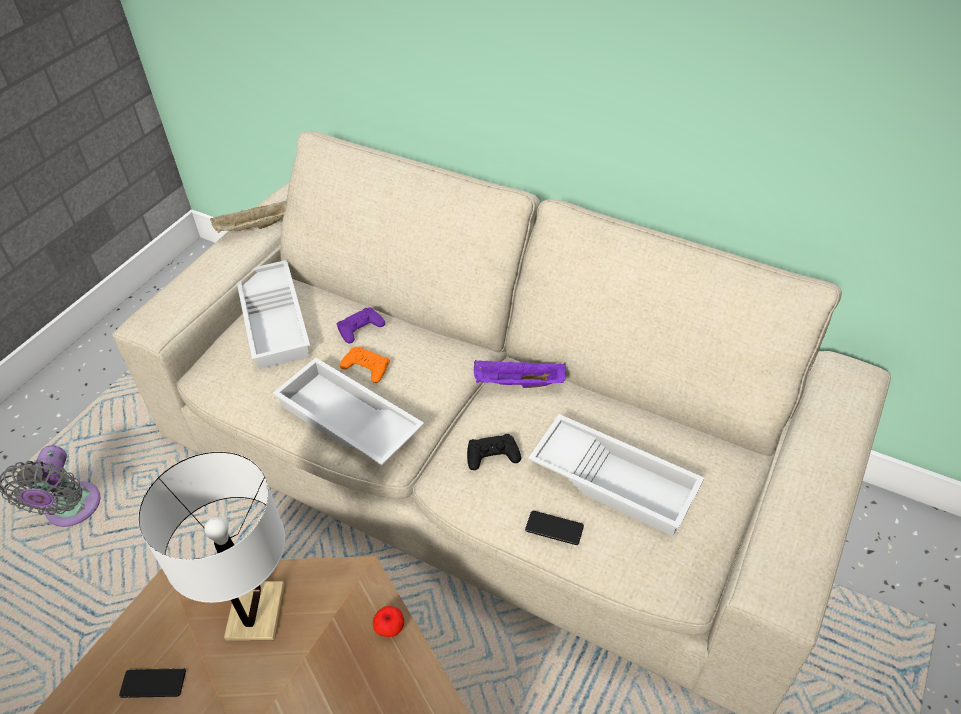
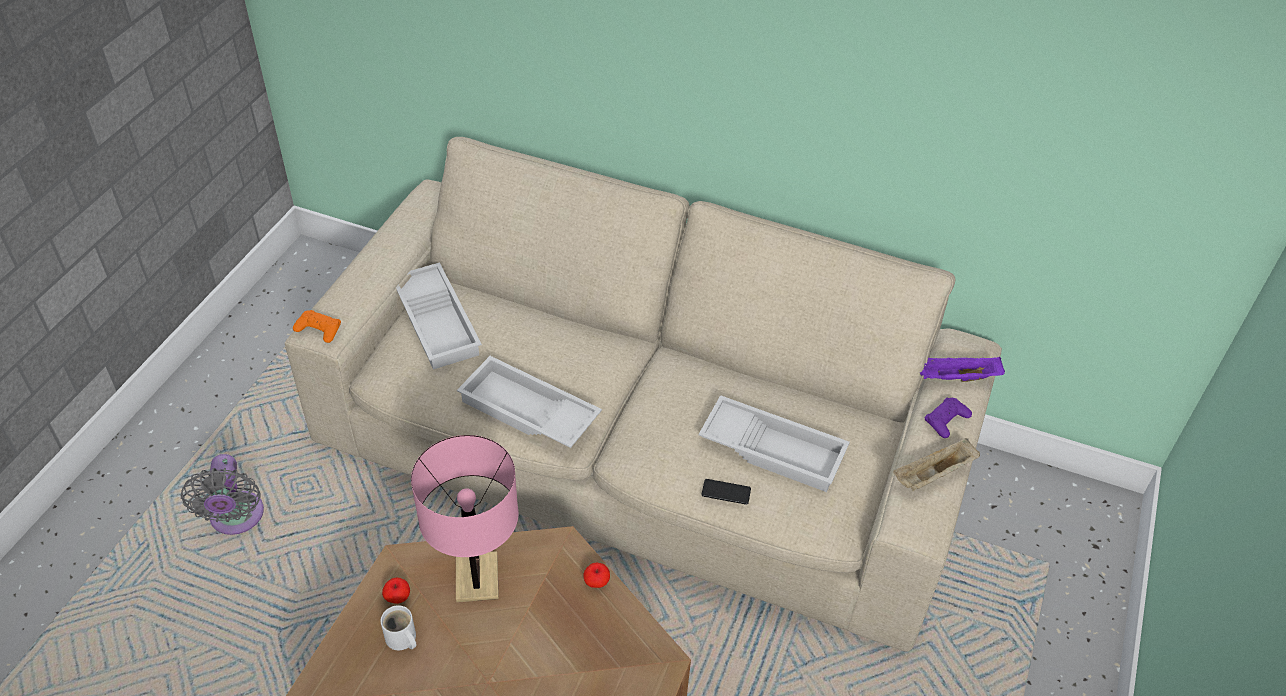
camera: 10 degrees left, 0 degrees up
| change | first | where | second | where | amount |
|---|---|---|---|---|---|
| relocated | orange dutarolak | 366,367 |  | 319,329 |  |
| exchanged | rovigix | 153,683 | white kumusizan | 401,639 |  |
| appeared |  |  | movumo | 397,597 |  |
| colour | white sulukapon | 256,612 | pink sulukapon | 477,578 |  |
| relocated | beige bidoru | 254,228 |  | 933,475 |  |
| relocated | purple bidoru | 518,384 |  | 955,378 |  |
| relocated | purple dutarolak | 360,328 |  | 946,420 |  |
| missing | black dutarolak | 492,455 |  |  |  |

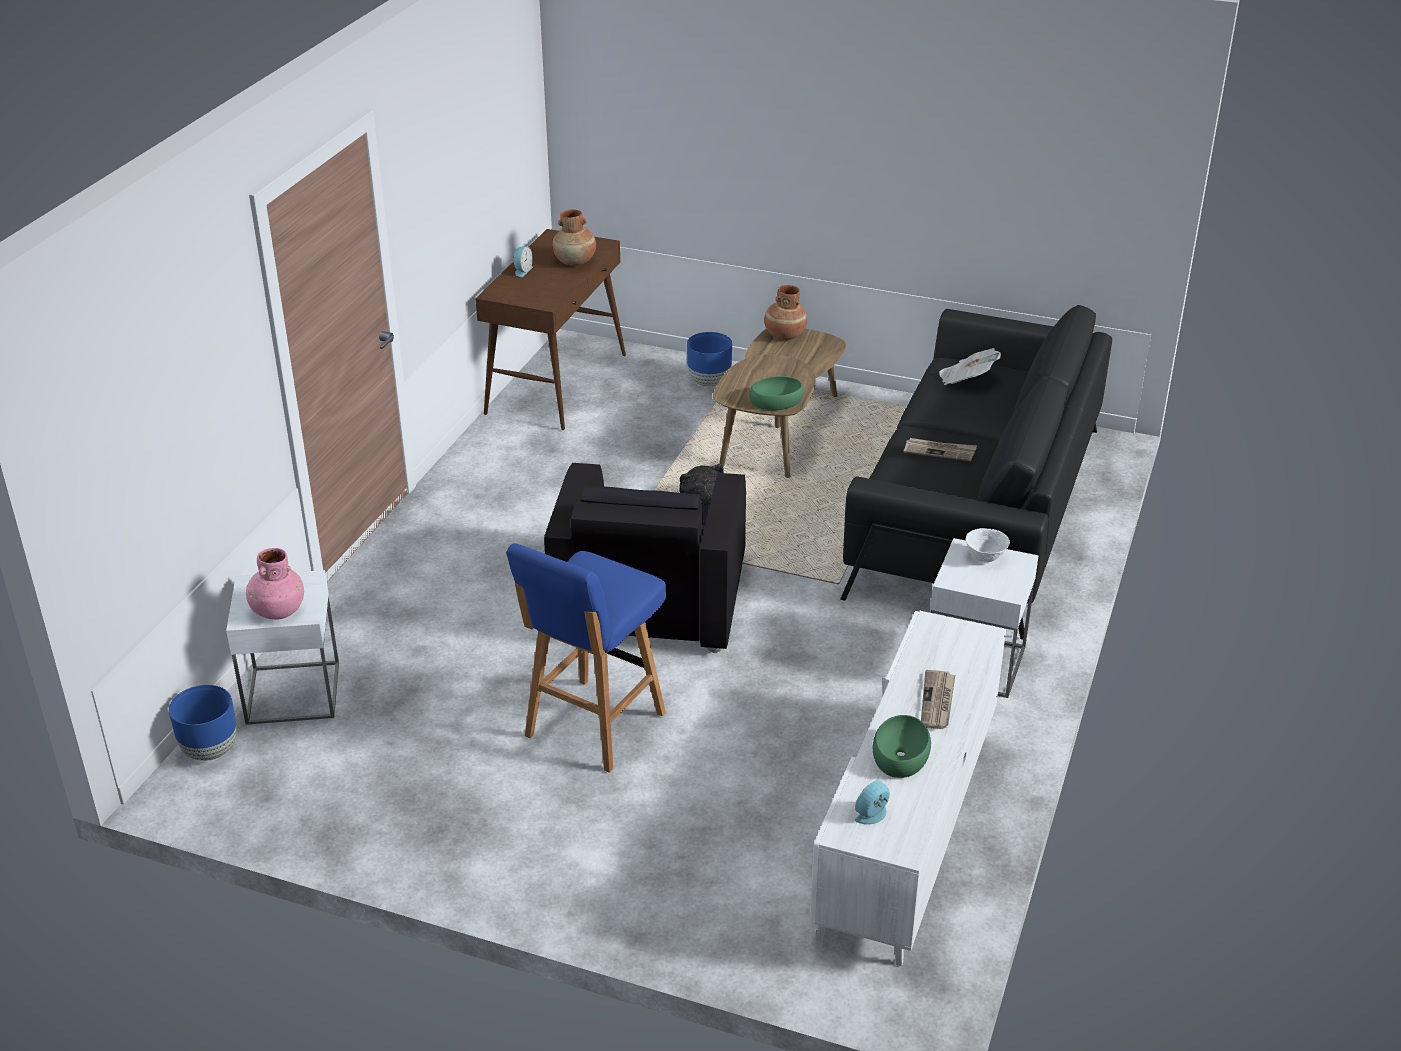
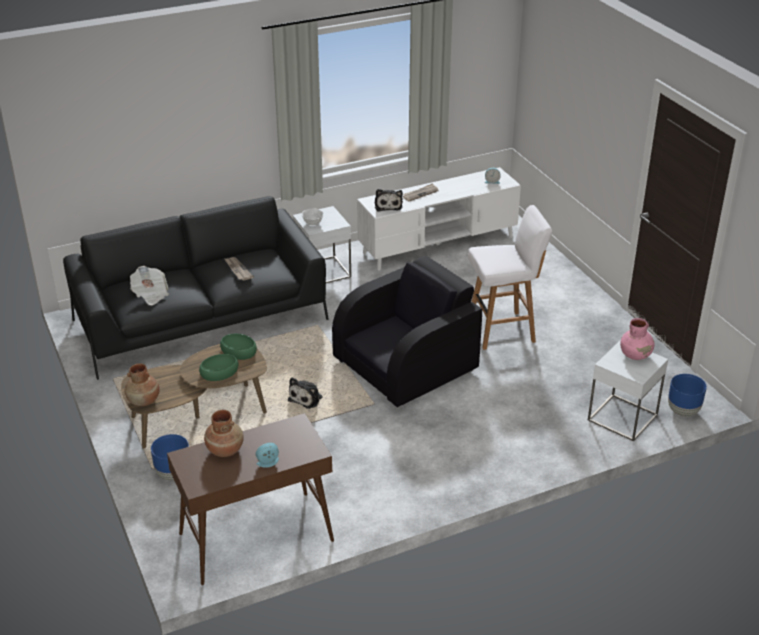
camera: 135 degrees left, 0 degrees up
| change | first | where | second | where | amount |
|---|---|---|---|---|---|
| relocated | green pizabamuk | 900,754 |  | 219,372 |  |
| appeared |  |  | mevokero | 388,205 |  |
| colour | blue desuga | 593,726 | white desuga | 503,330 |  |

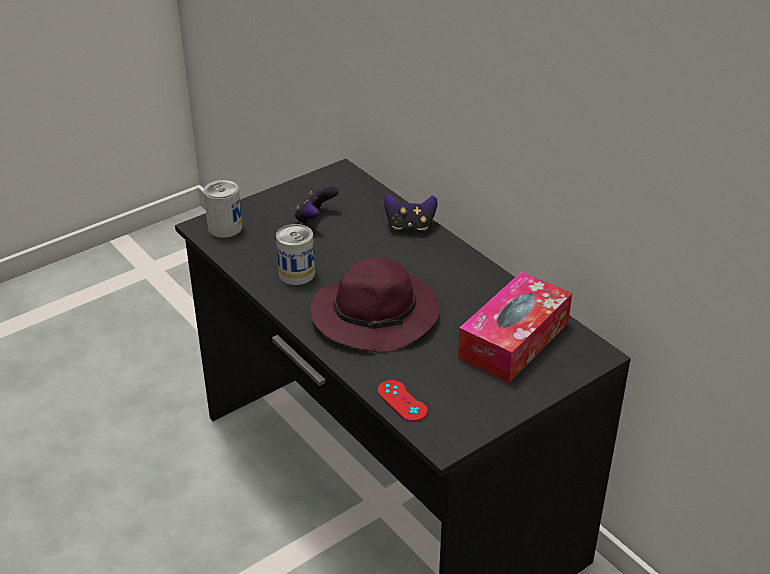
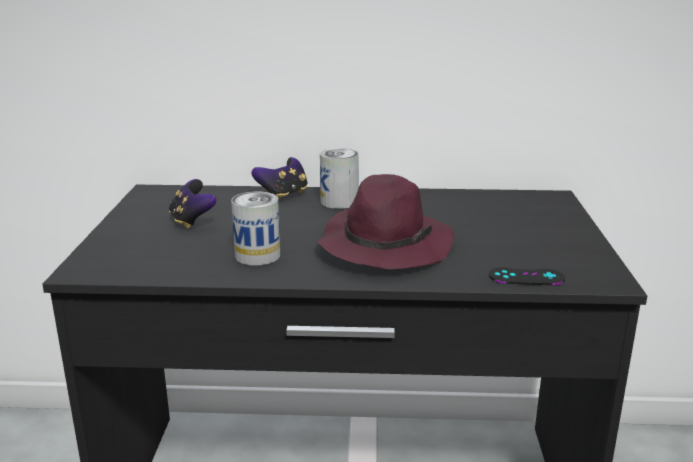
camera: 50 degrees left, 15 degrees down
| change | first | where | second | where | amount |
|---|---|---|---|---|---|
| relocated | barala | 225,227 |  | 339,202 |  |
| colour | red dutarolak | 402,401 | black dutarolak | 526,277 |  |
| missing | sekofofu | 514,340 |  |  |  |

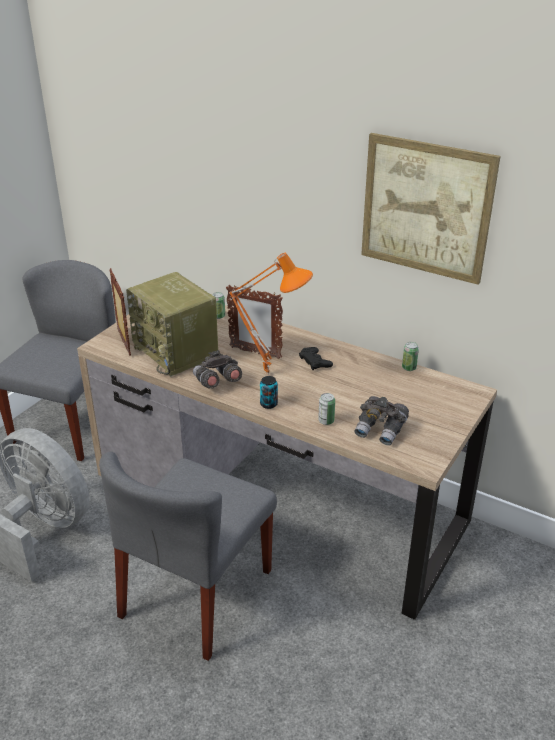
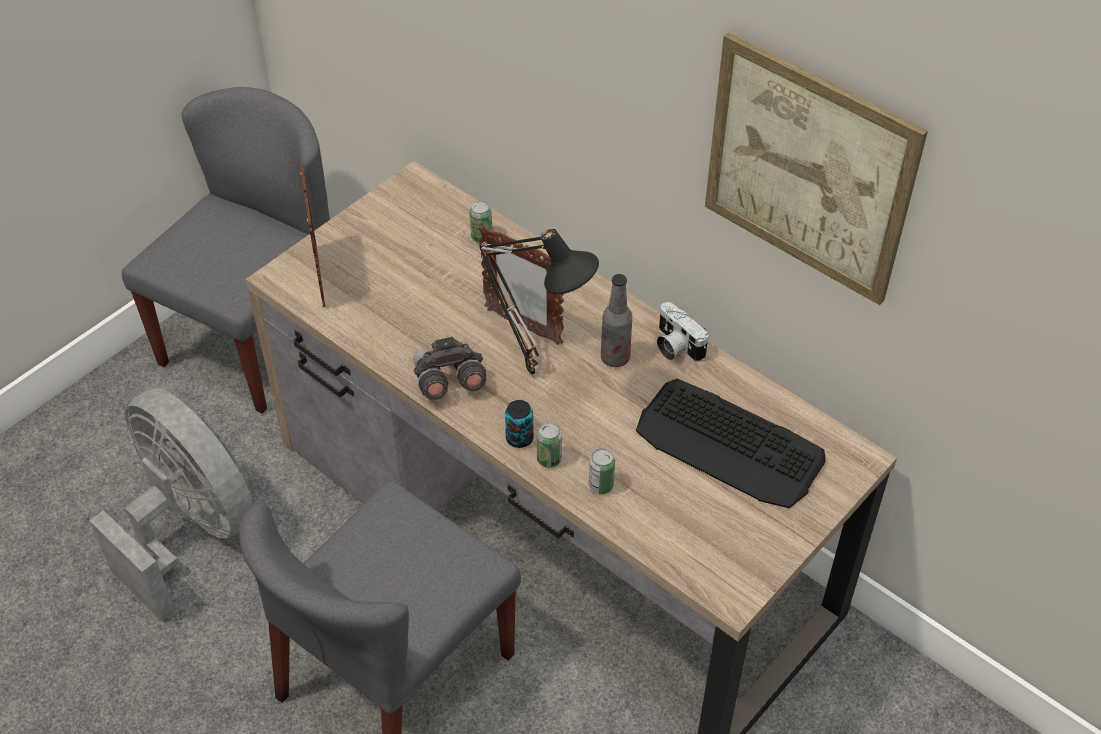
camera: 10 degrees right, 15 degrees up
| change | first | where | second | where | amount |
|---|---|---|---|---|---|
| colour | orange sulukapon | 269,373 | black sulukapon | 535,373 |  |
| relocated | barala | 409,368 |  | 549,459 |  |
| exchanged | black dutarolak | 315,361 | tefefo | 615,358 |  |
| appeared |  |  | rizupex | 729,445 |  |
| appeared |  |  | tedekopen | 675,346 |  |
| missing | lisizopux | 177,352 |  |  |  |
| missing | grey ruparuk | 381,430 |  |  |  |

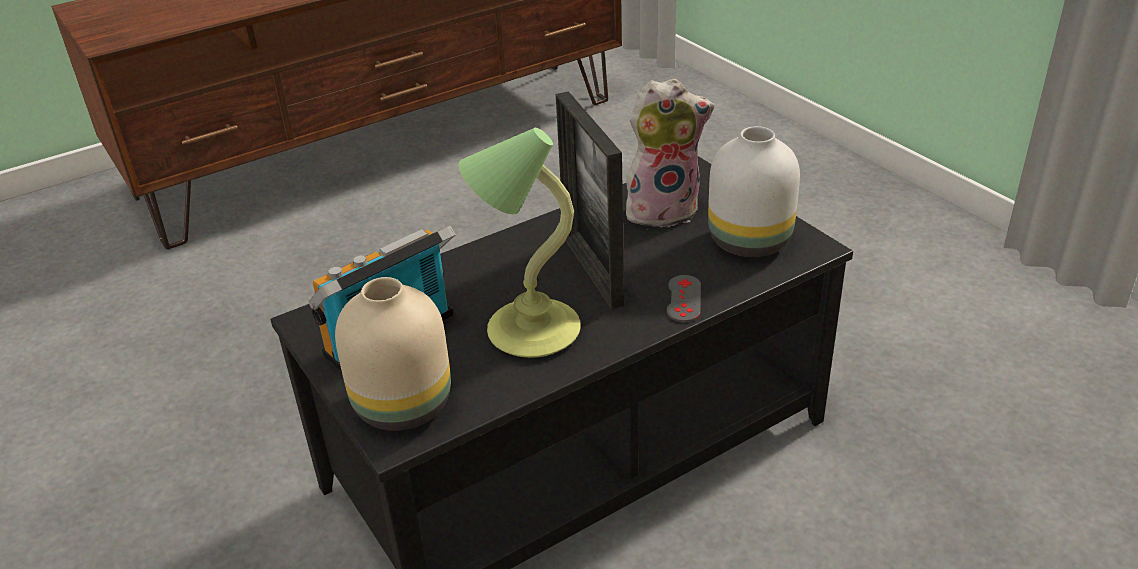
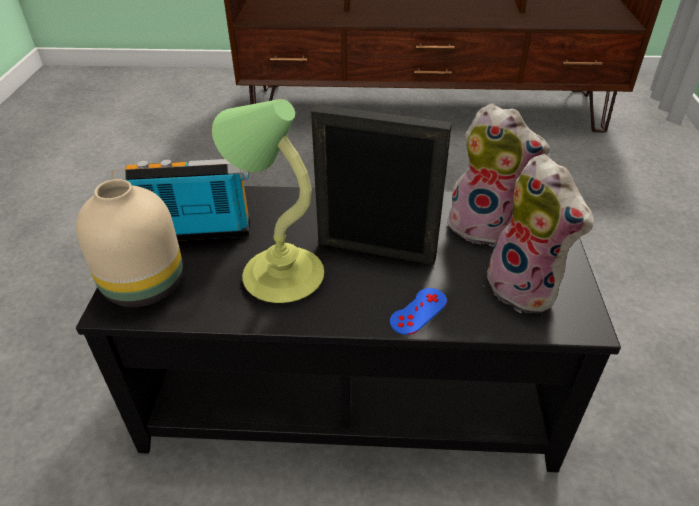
camera: 35 degrees right, 5 degrees up
| change | first | where | second | where | amount |
|---|---|---|---|---|---|
| spun | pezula | 592,270 |  | 376,250 | 90 degrees clockwise |
| colour | grey dutarolak | 684,299 | blue dutarolak | 418,311 |  |
| exchanged | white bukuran | 747,242 | mevokero | 526,289 |  |

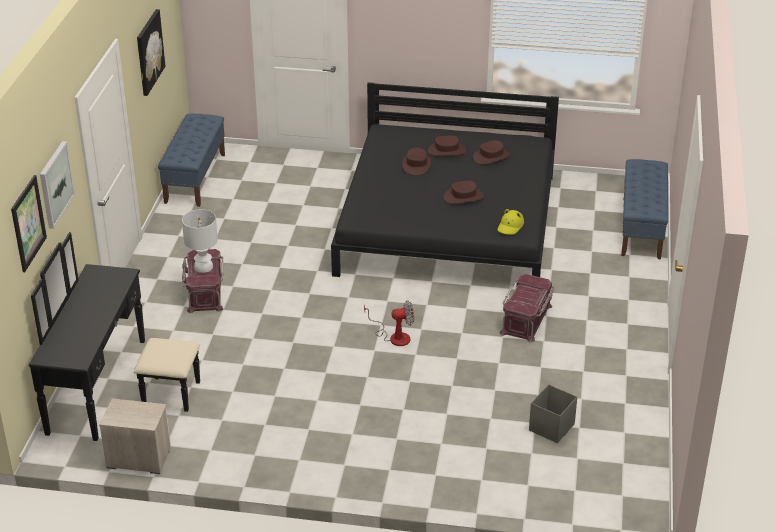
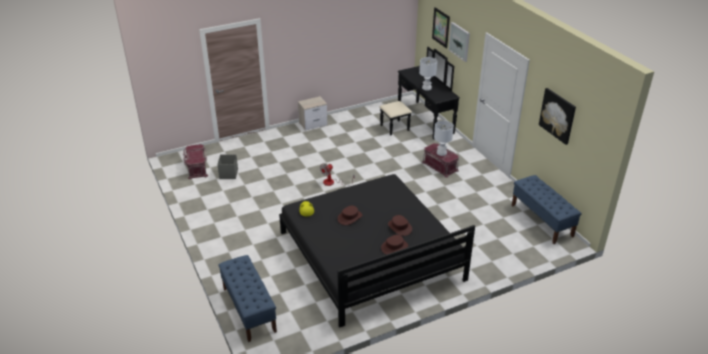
camera: 145 degrees right, 0 degrees up
| change | first | where | second | where | amount |
|---|---|---|---|---|---|
| relocated | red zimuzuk | 527,319 |  | 196,168 |  |
| relocated | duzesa | 138,457 |  | 313,124 |  |
| appeared |  |  | white sulukapon | 426,88 |  |
| missing | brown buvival | 491,157 |  |  |  |

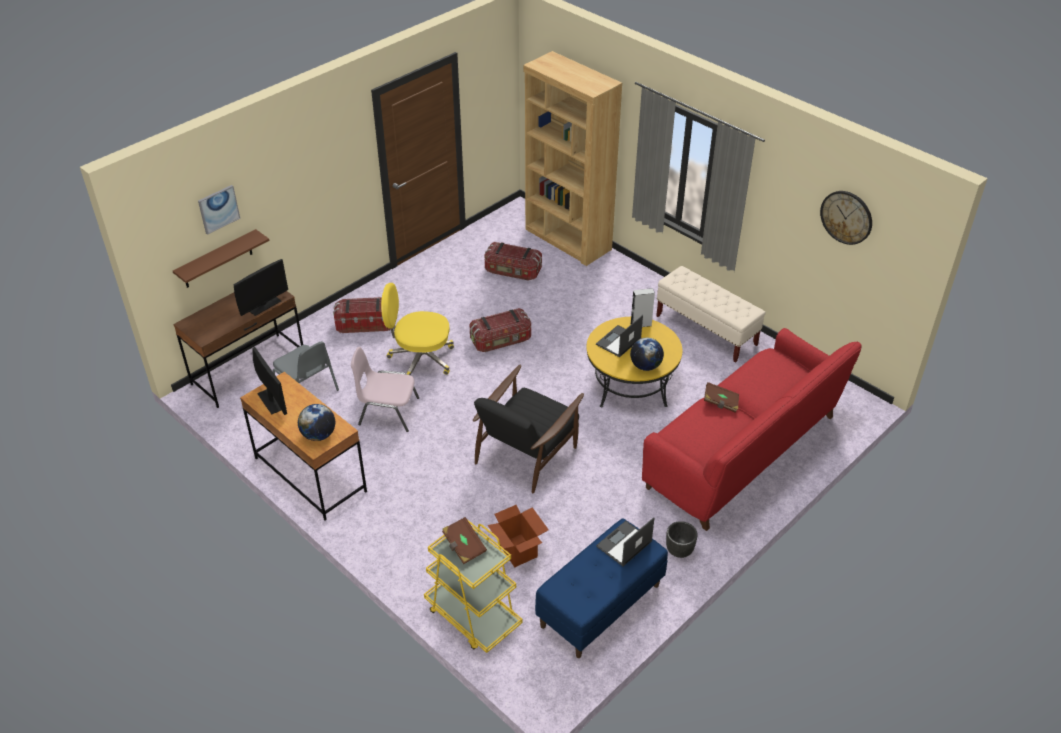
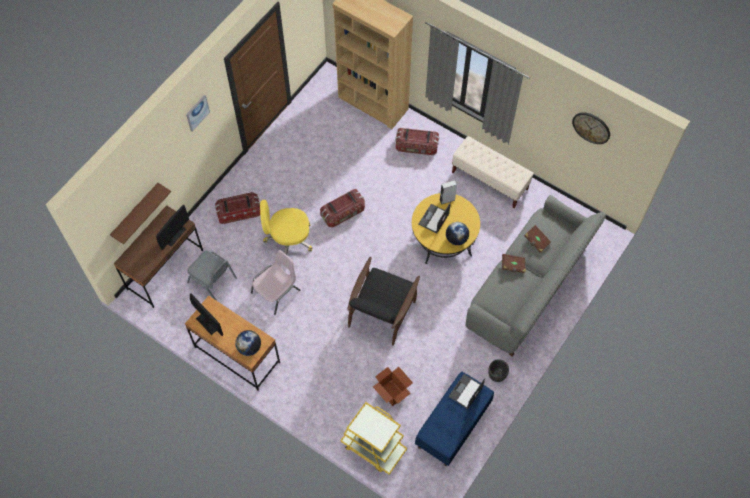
camera: 10 degrees left, 20 degrees up
| change | first | where | second | where | amount |
|---|---|---|---|---|---|
| relocated | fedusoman | 218,209 |  | 197,112 |  |
| spun | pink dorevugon | 387,411 |  | 276,291 | 135 degrees clockwise |
| relocated | zimuzuk | 513,271 |  | 416,147 |  |
| colour | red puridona | 742,452 | grey puridona | 528,287 |  |
| relocated | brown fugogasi | 464,546 |  | 536,241 |  |

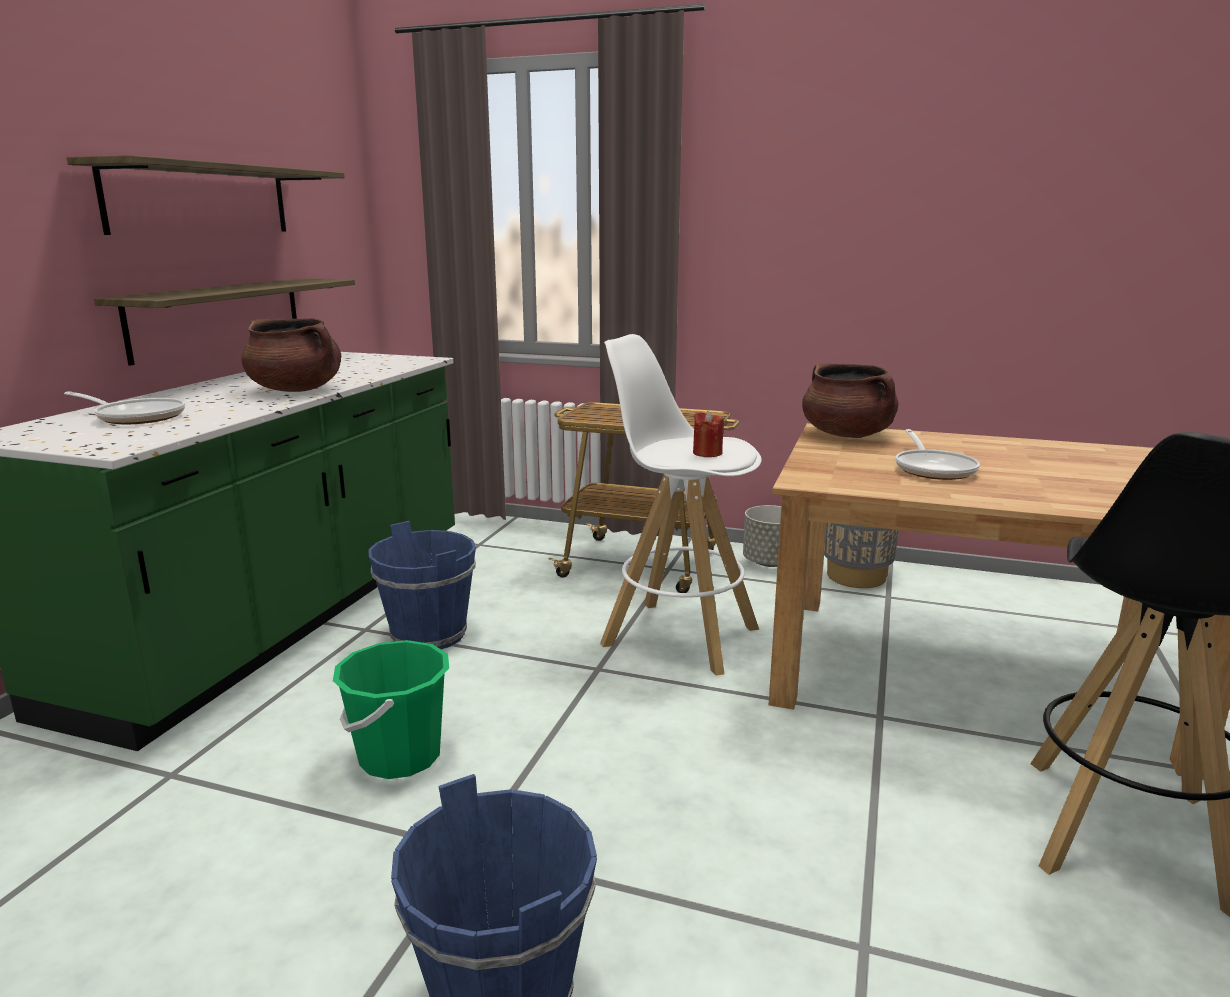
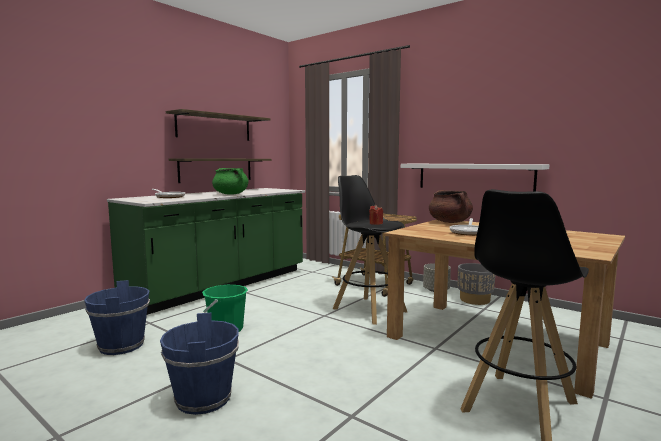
camera: 20 degrees right, 10 degrees down
| change | first | where | second | where | amount |
|---|---|---|---|---|---|
| relocated | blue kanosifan | 428,635 |  | 121,346 |  |
| colour | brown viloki | 297,390 | green viloki | 231,194 |  |
| colour | white desuga | 678,636 | black desuga | 368,309 |  |
| appeared |  |  | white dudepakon | 474,176 |  |

